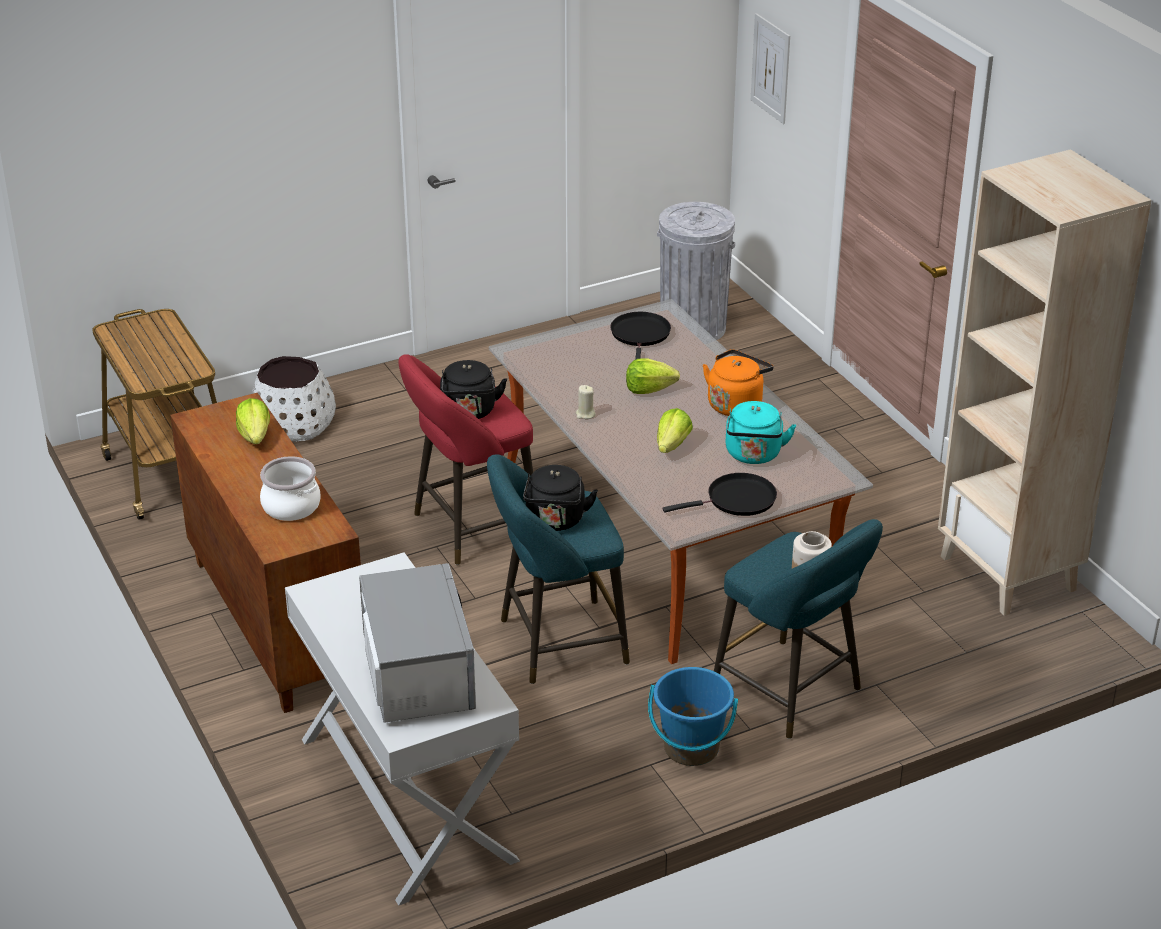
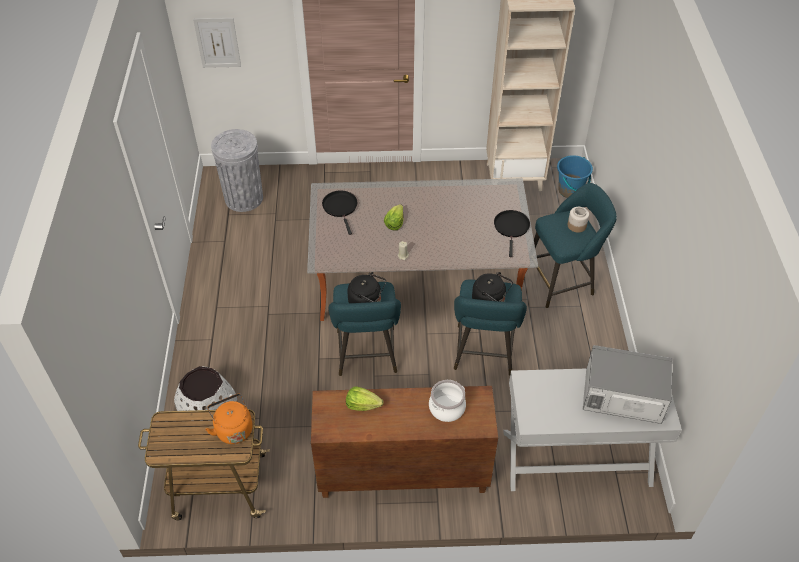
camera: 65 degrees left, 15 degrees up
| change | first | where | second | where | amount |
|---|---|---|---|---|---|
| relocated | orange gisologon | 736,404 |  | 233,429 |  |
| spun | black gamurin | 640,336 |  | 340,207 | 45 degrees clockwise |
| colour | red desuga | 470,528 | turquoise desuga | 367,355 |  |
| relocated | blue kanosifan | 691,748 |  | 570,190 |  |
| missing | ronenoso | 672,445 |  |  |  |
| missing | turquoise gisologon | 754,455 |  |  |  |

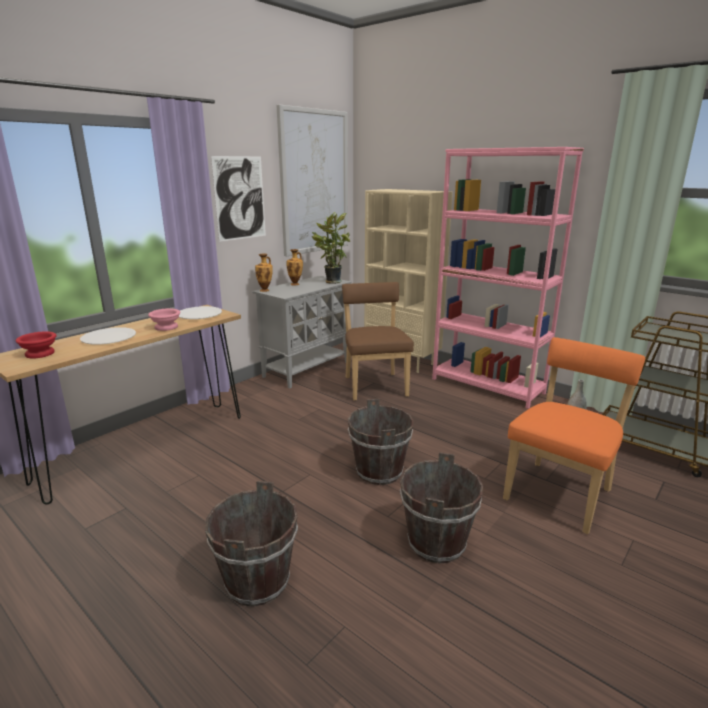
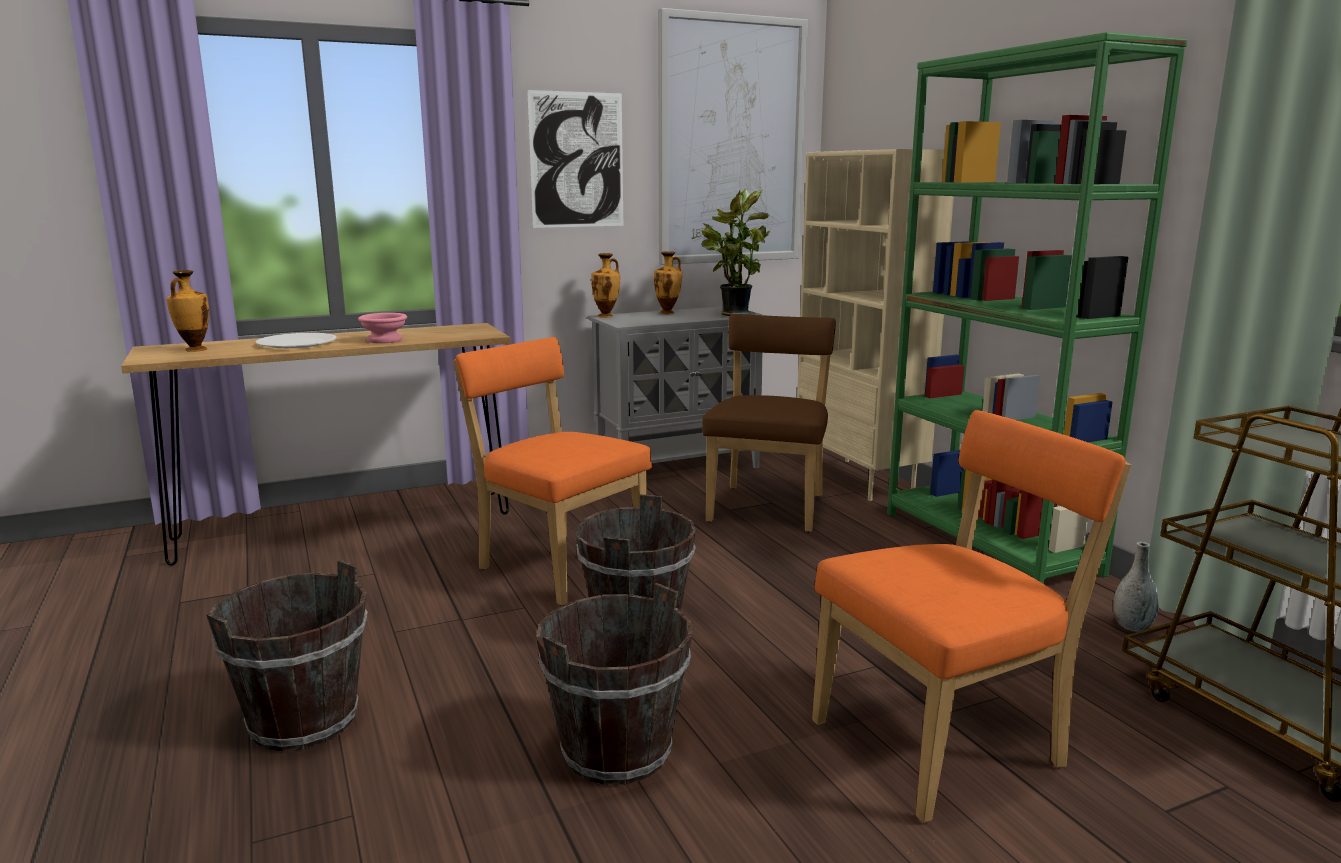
camera: 25 degrees right, 5 degrees down
| change | first | where | second | where | amount |
|---|---|---|---|---|---|
| exchanged | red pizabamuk | 40,354 | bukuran | 194,350 |  |
| appeared |  |  | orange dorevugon | 558,565 |  |
| colour | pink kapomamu | 487,386 | green kapomamu | 989,543 |  |
| missing | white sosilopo | 199,314 |  |  |  |

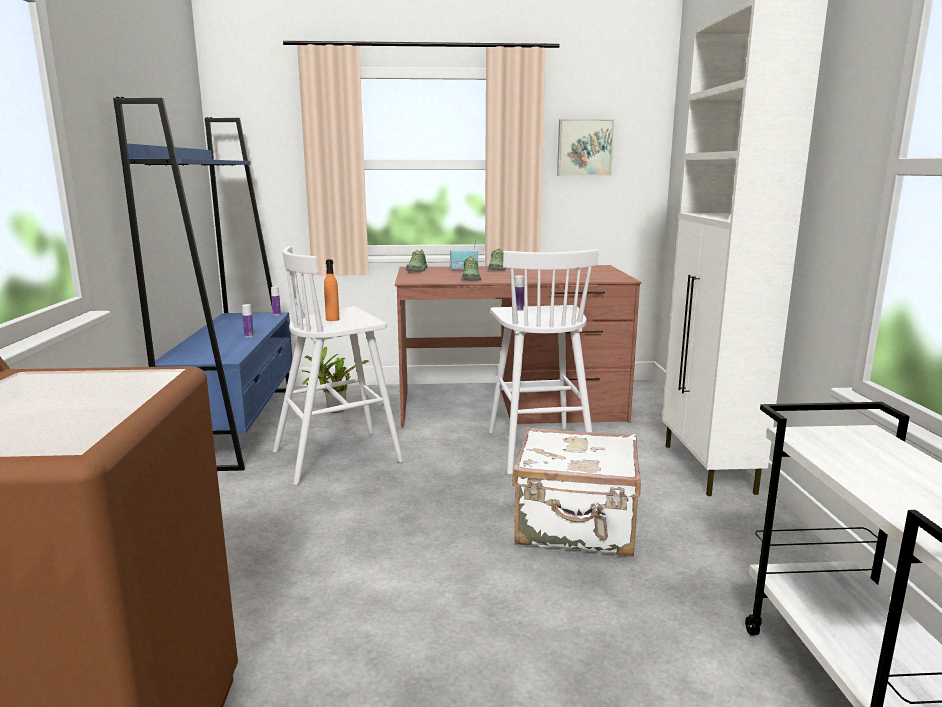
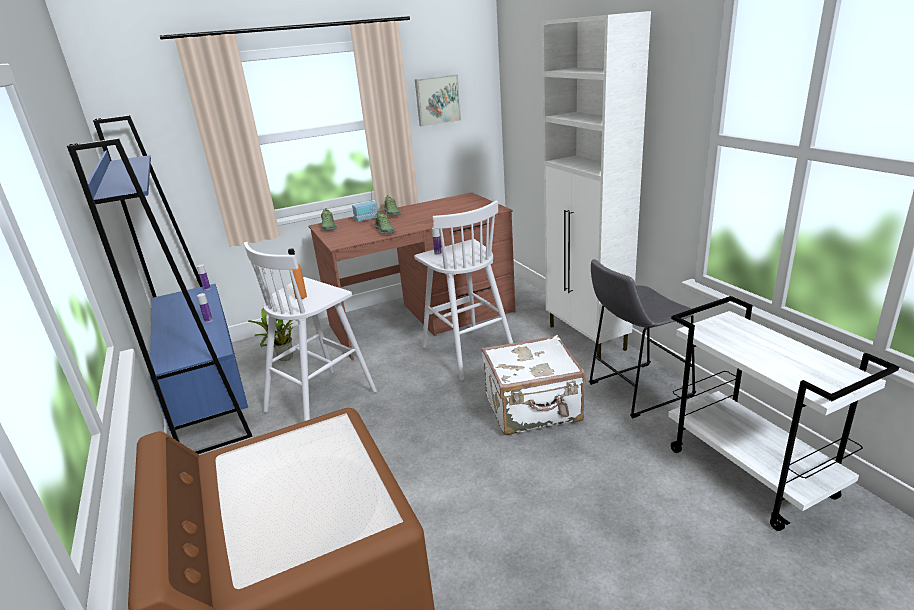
camera: 20 degrees left, 10 degrees up
| change | first | where | second | where | amount |
|---|---|---|---|---|---|
| appeared |  |  | grey desuga | 635,390 |  |

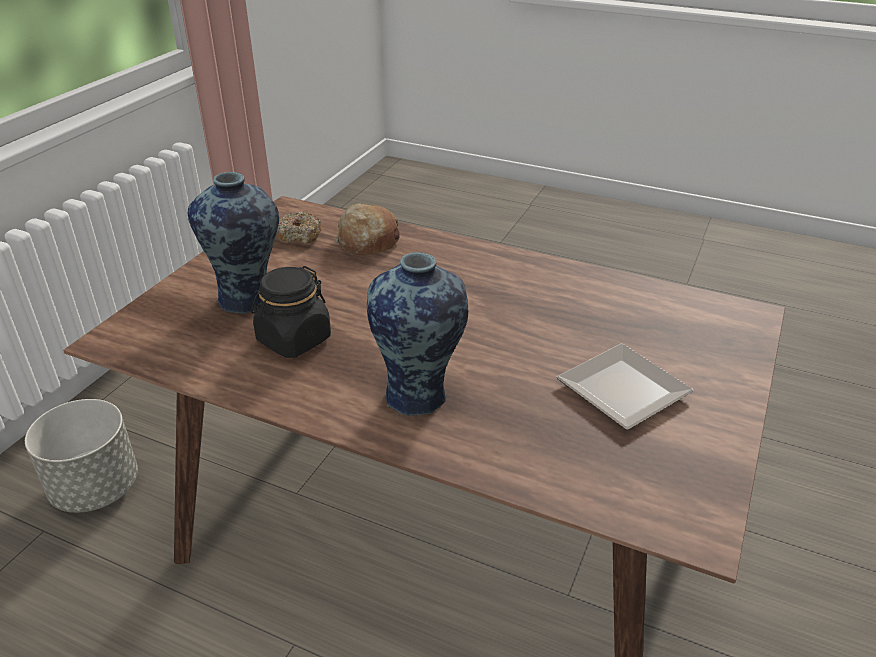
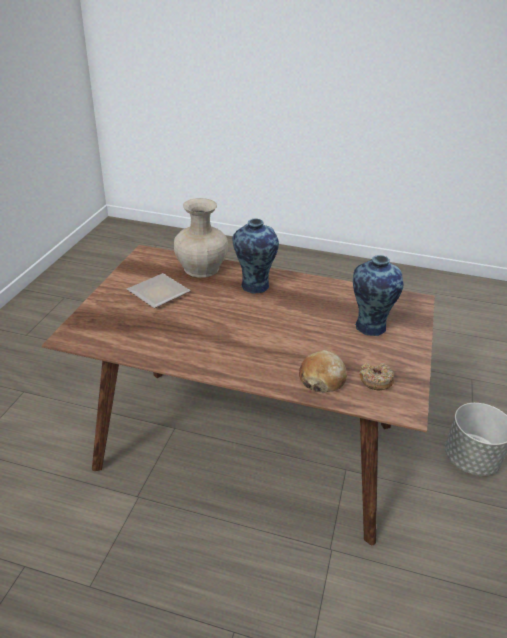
camera: 170 degrees right, 0 degrees up
| change | first | where | second | where | amount |
|---|---|---|---|---|---|
| appeared |  |  | beige bukuran | 201,268 |  |
| missing | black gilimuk | 293,340 |  |  |  |

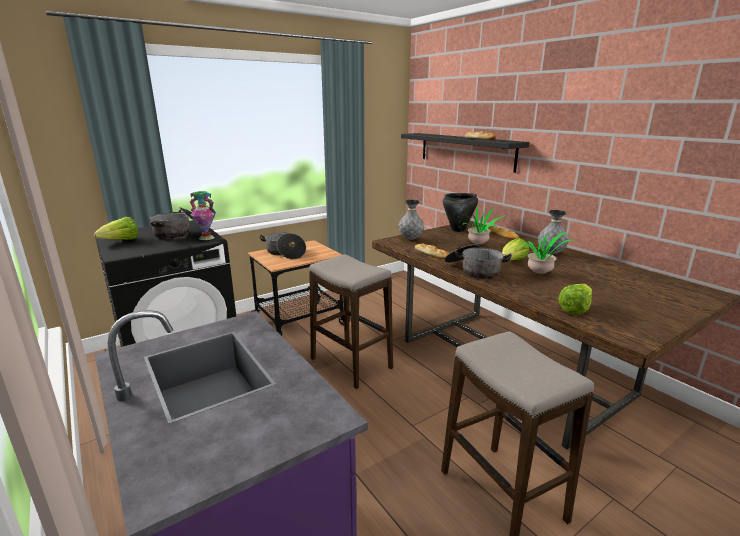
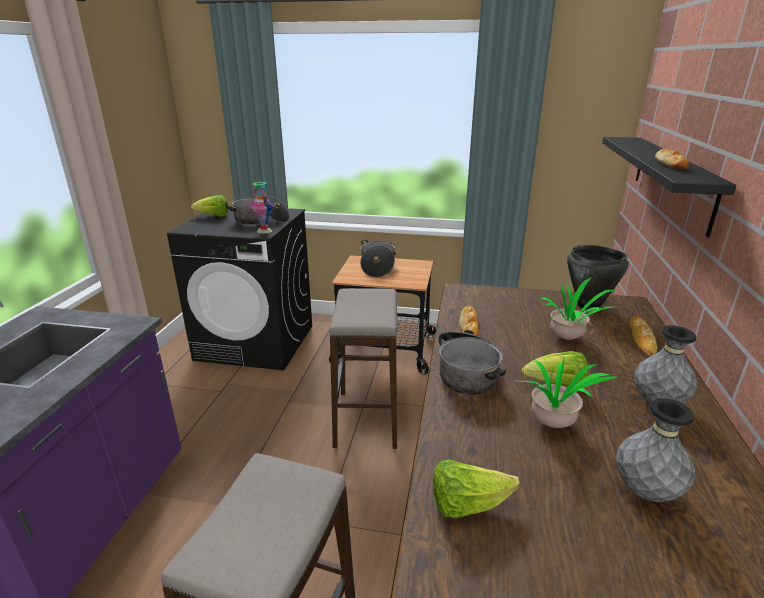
camera: 45 degrees right, 5 degrees up
| change | first | where | second | where | amount |
|---|---|---|---|---|---|
| relocated | grey bukuran | 410,239 |  | 645,491 |  |

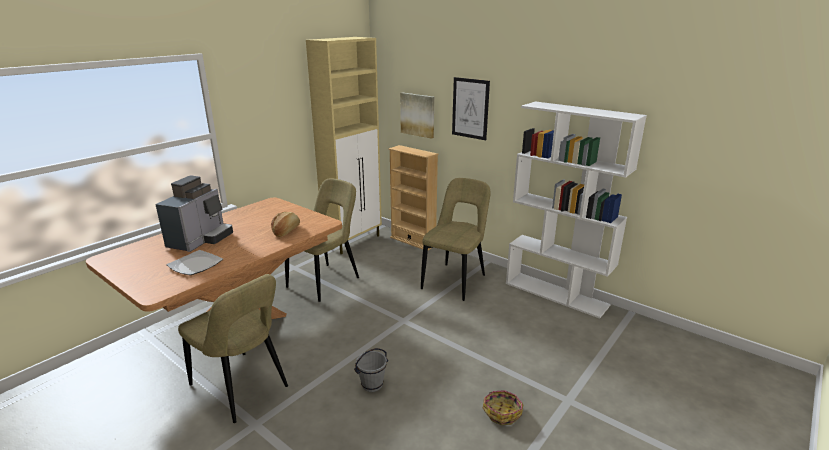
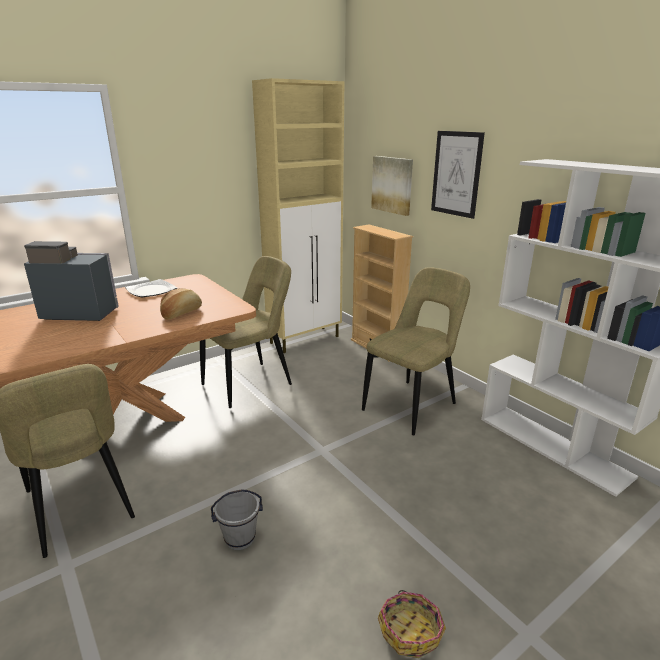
camera: 15 degrees right, 0 degrees up
| change | first | where | second | where | amount |
|---|---|---|---|---|---|
| spun | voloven | 201,240 |  | 79,313 | 120 degrees counterclockwise |
| relocated | sosilopo | 195,265 |  | 151,290 |  |

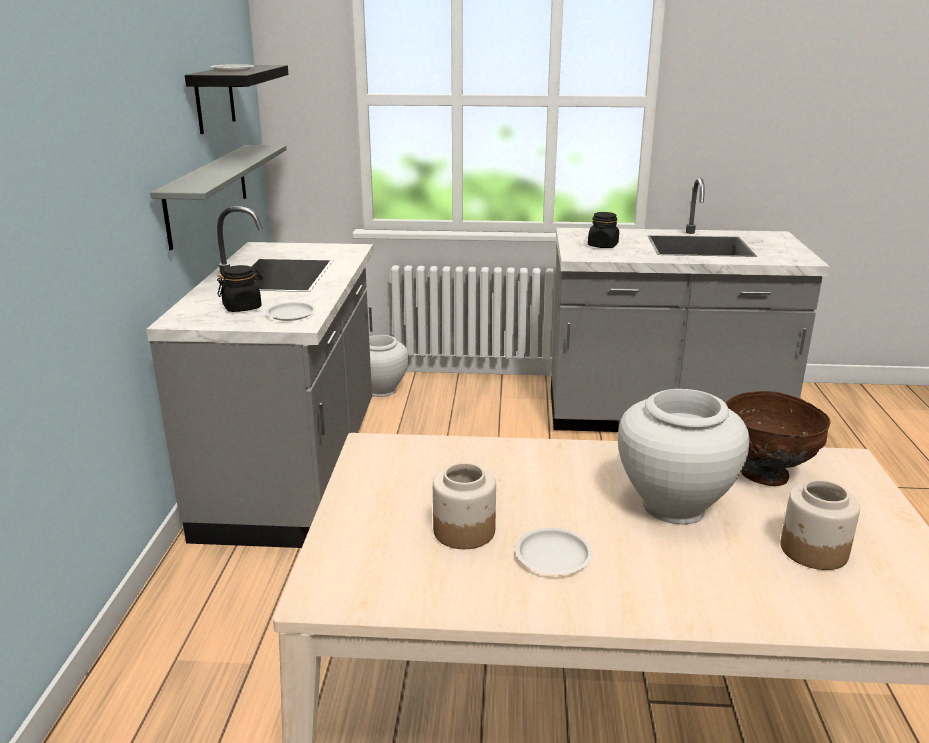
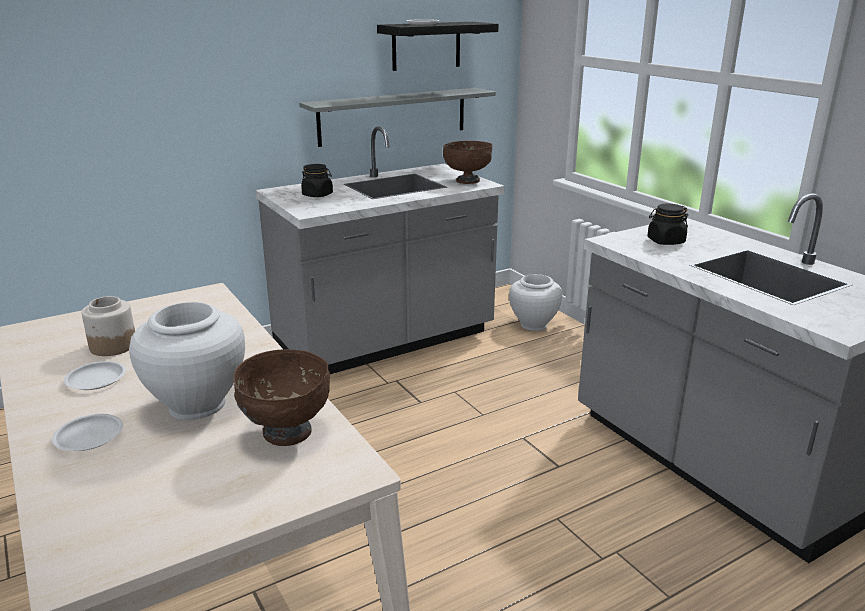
camera: 55 degrees right, 0 degrees up
| change | first | where | second | where | amount |
|---|---|---|---|---|---|
| relocated | white sosilopo | 291,315 |  | 89,437 |  |
| appeared |  |  | brown pizabamuk | 467,181 |  |
| missing | gilimuk | 813,551 |  |  |  |

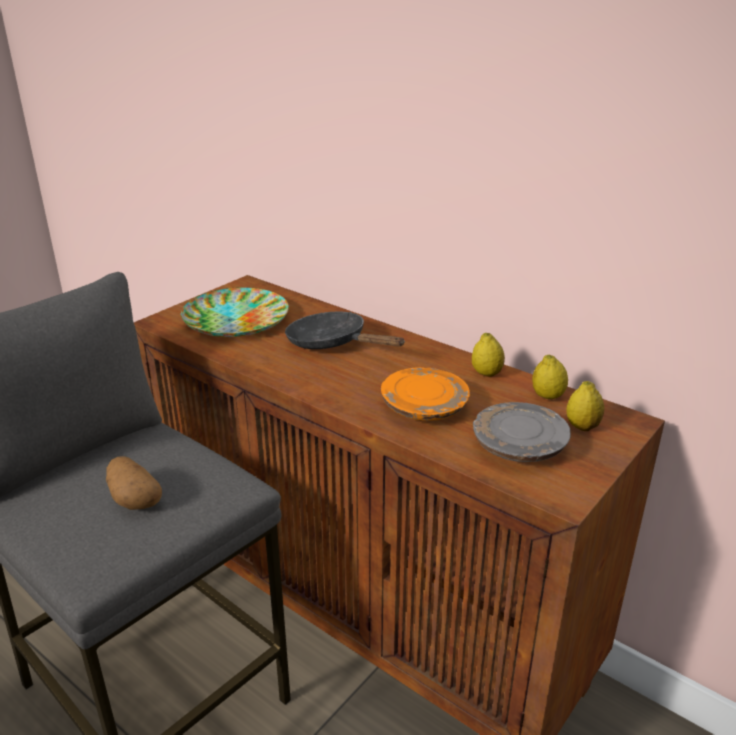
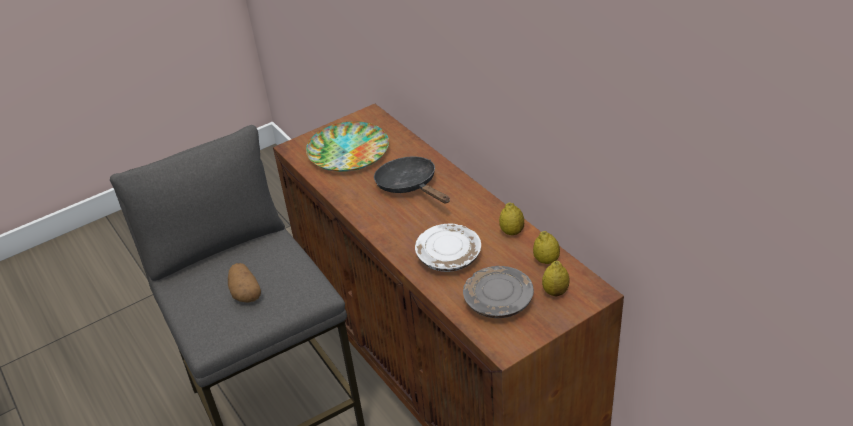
camera: 20 degrees right, 10 degrees up
| change | first | where | second | where | amount |
|---|---|---|---|---|---|
| colour | orange sosilopo | 424,407 | white sosilopo | 449,256 |  |

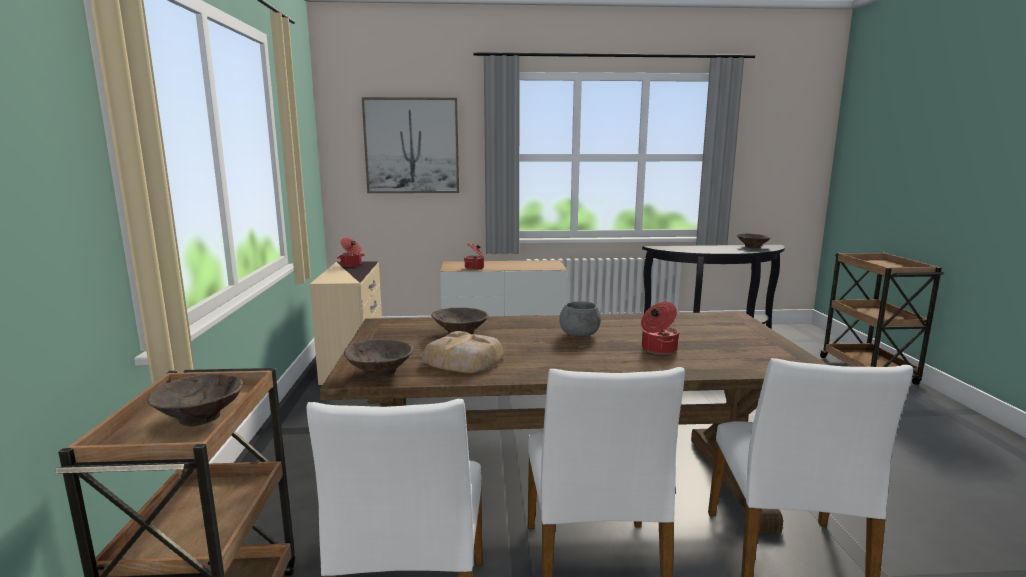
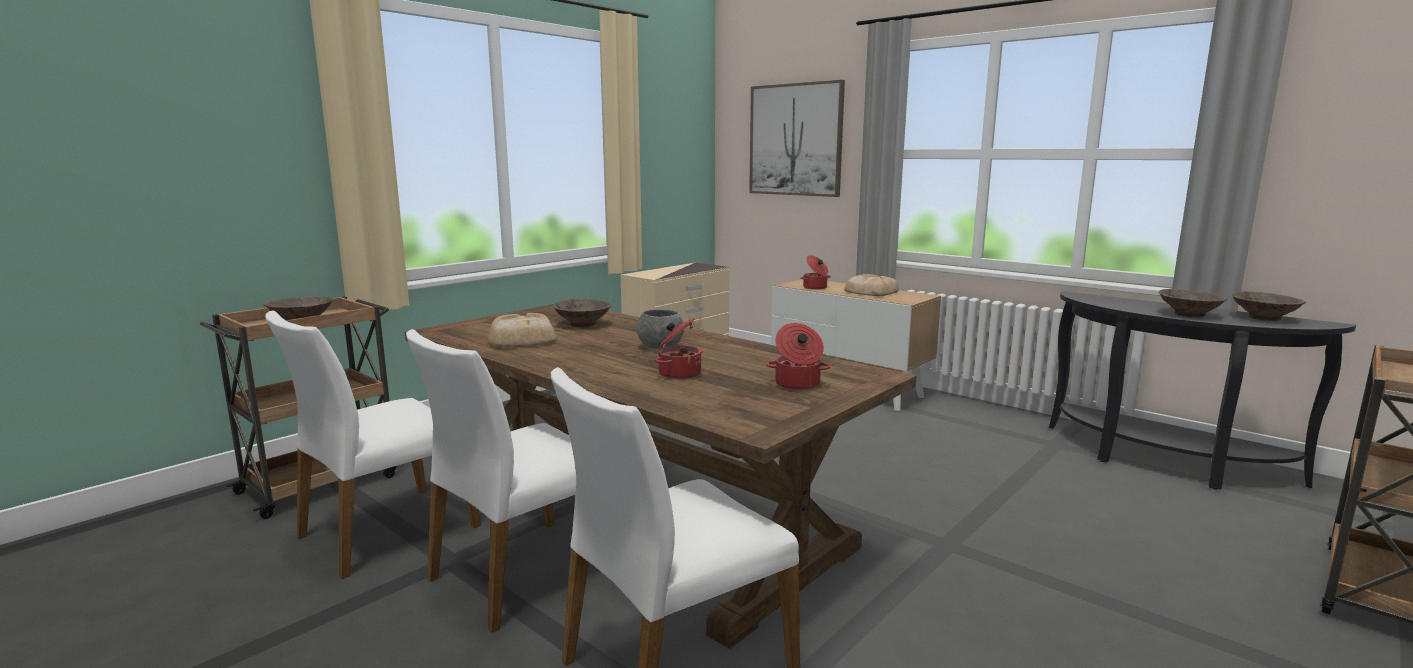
camera: 45 degrees right, 0 degrees up
| change | first | where | second | where | amount |
|---|---|---|---|---|---|
| relocated | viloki | 351,265 |  | 797,385 |  |
| appeared |  |  | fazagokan | 870,291 |  |
| relocated | brown pizabamuk | 379,372 |  | 1188,314 |  |

